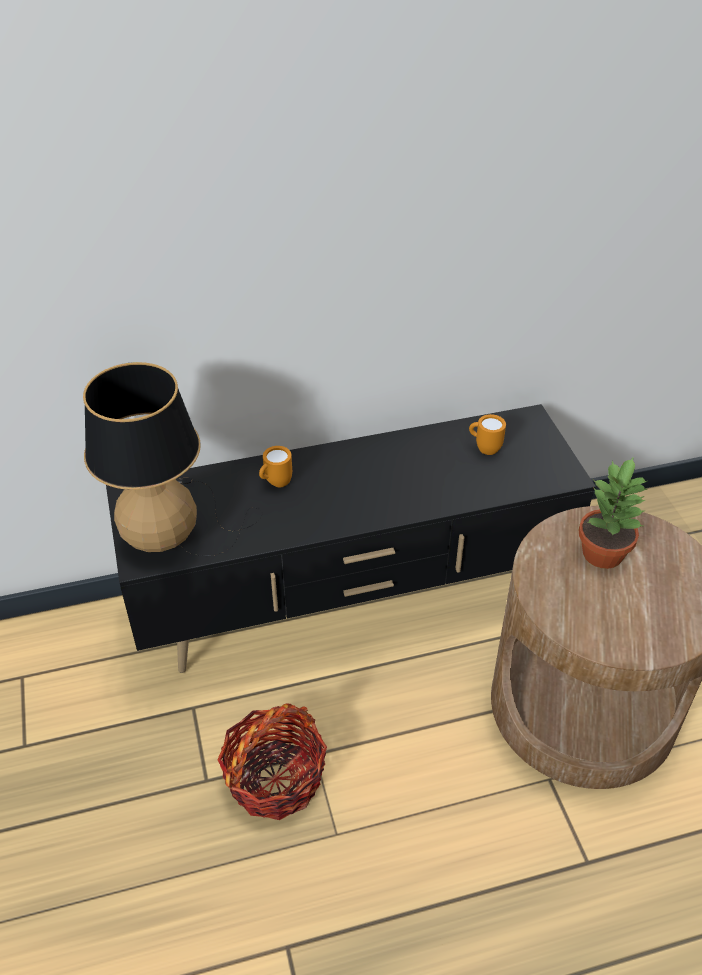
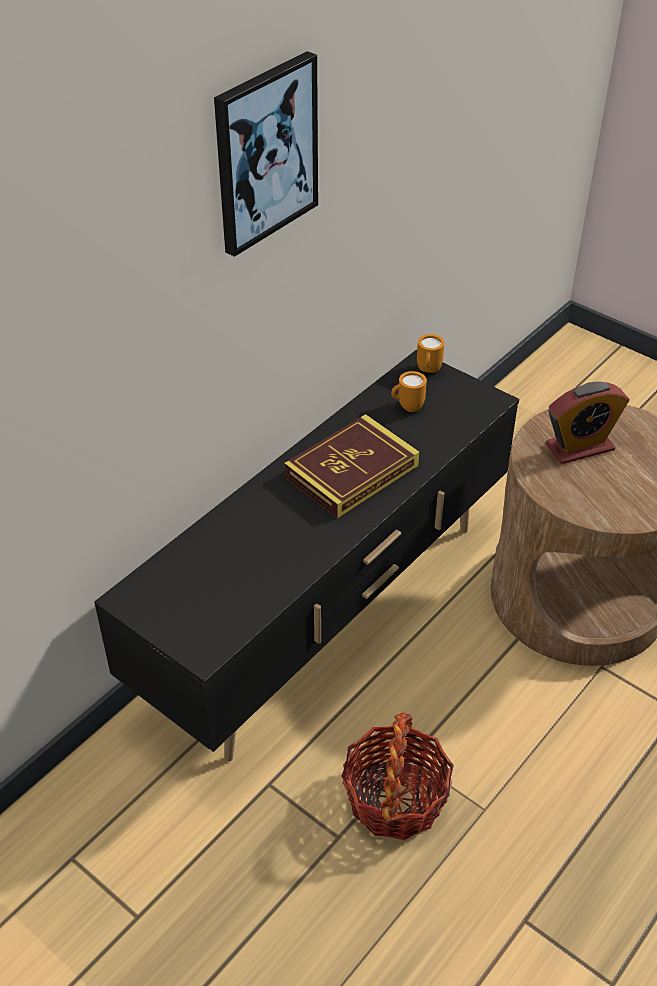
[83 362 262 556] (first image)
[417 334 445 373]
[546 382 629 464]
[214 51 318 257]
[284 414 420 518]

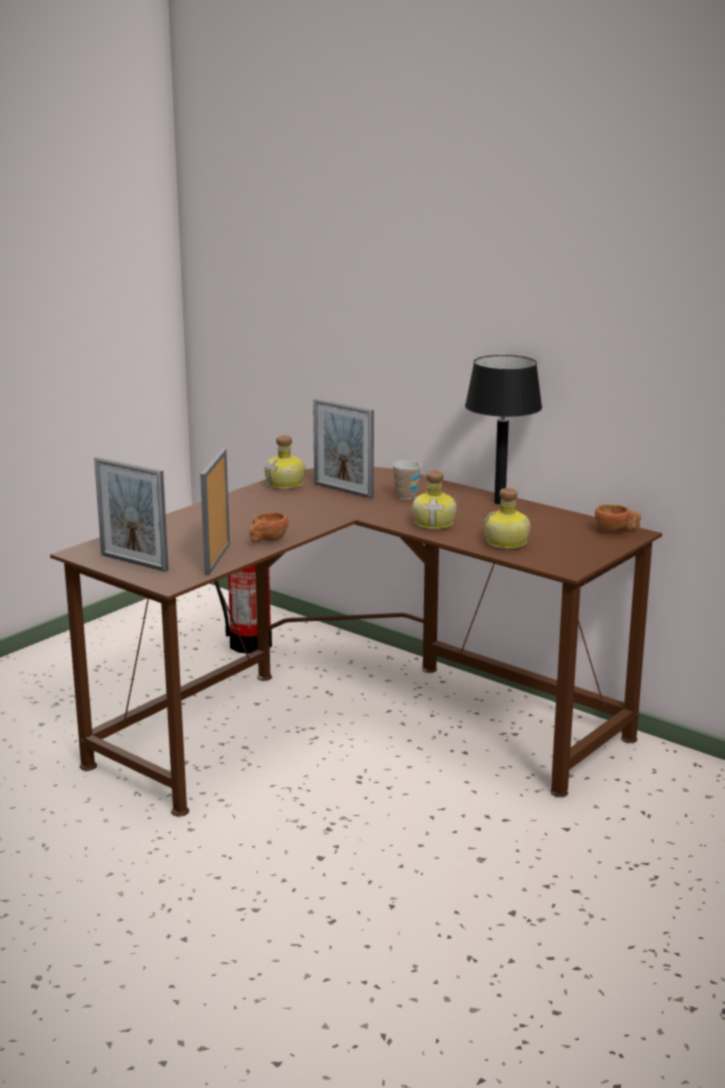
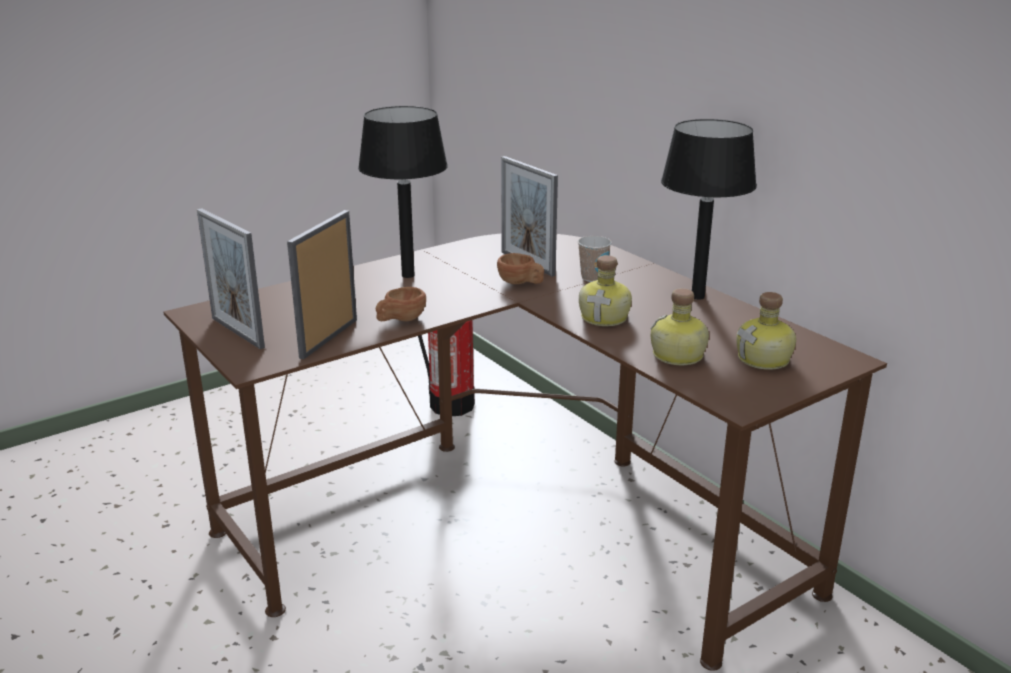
[736 292 796 370]
[497 253 544 284]
[358 106 448 278]

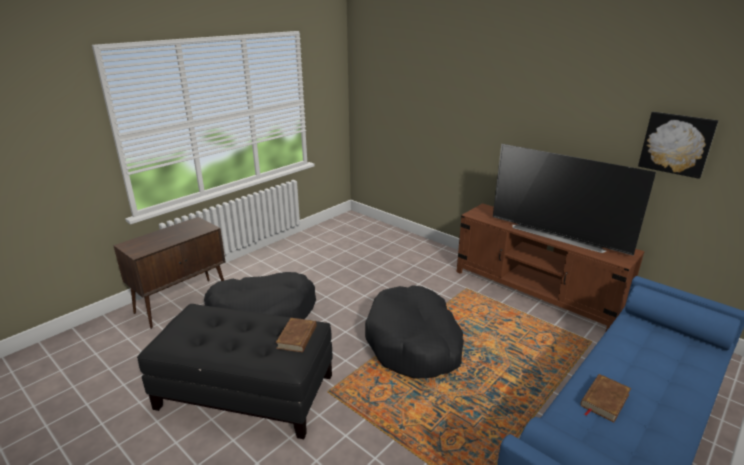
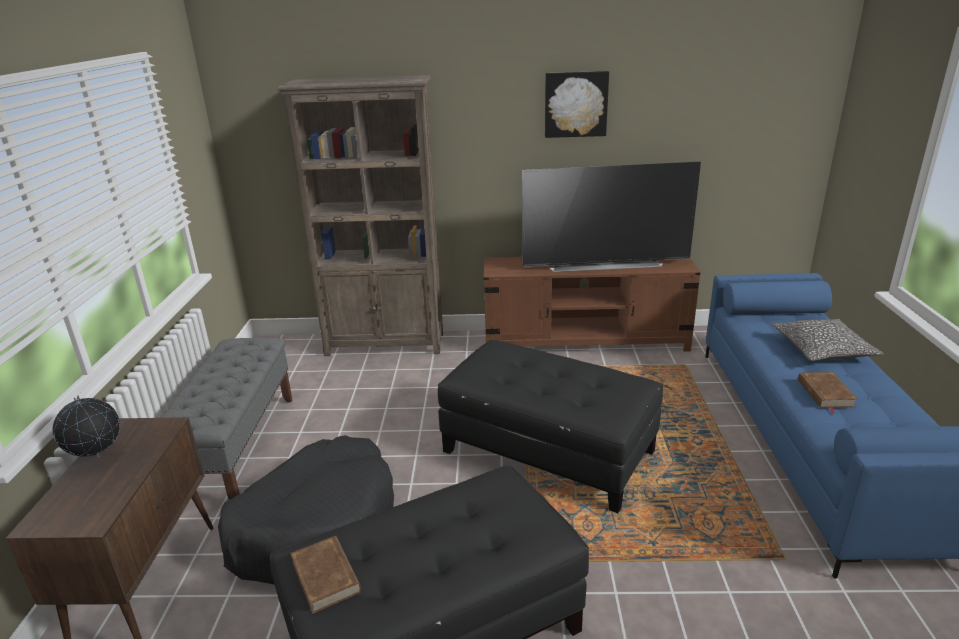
[290 536 361 614]
[438 340 663 513]
[545 71 609 138]
[53 395 120 457]
[160 337 292 500]
[277 75 443 356]
[772 319 884 361]

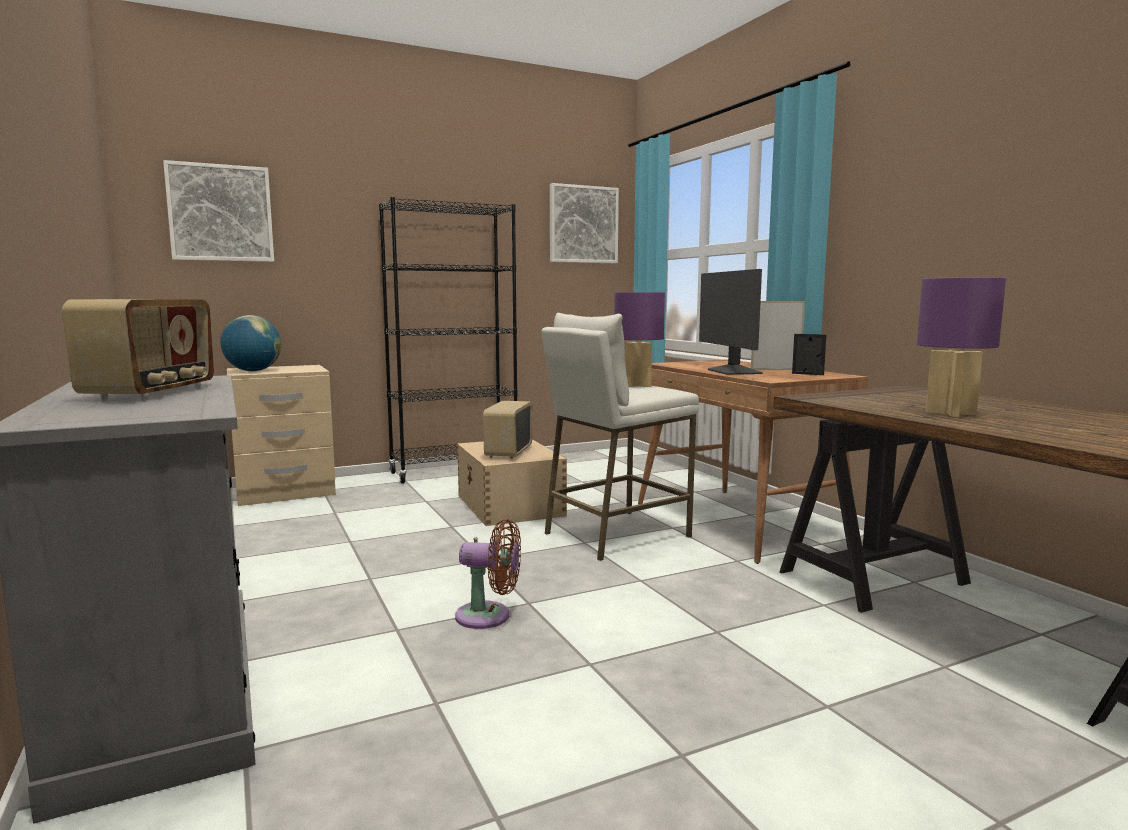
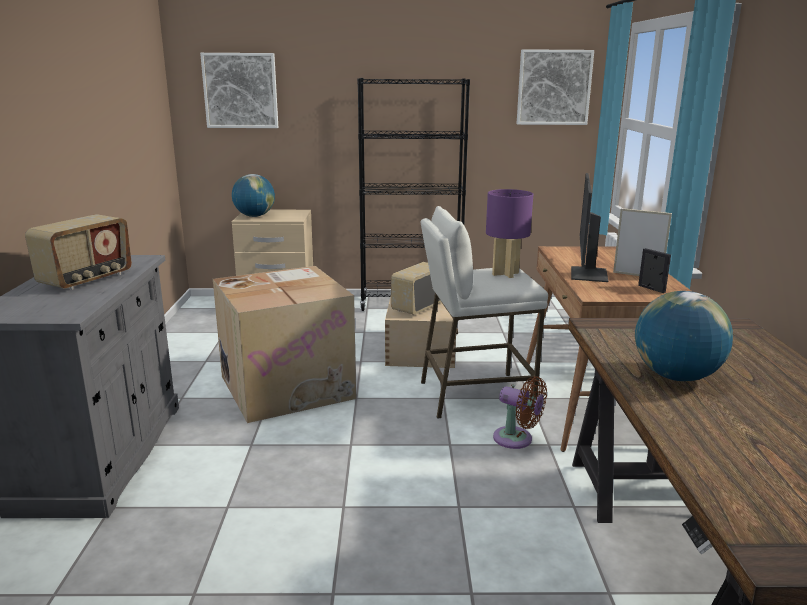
[493 376 547 449]
[635 291 733 381]
[213 266 356 423]

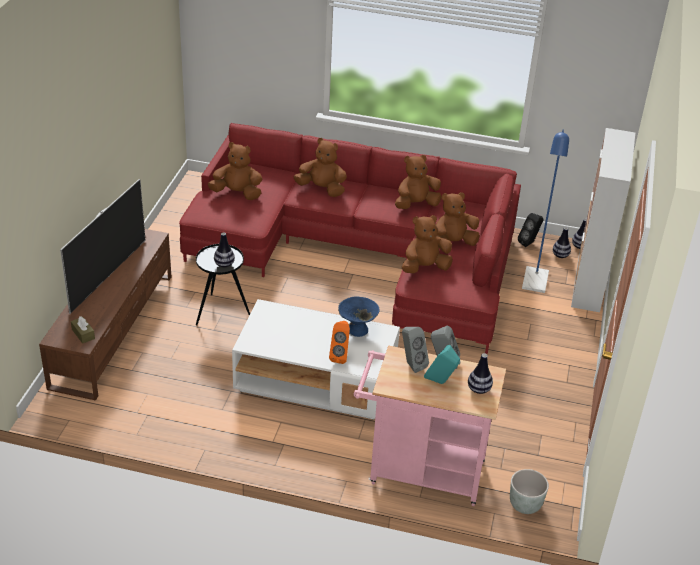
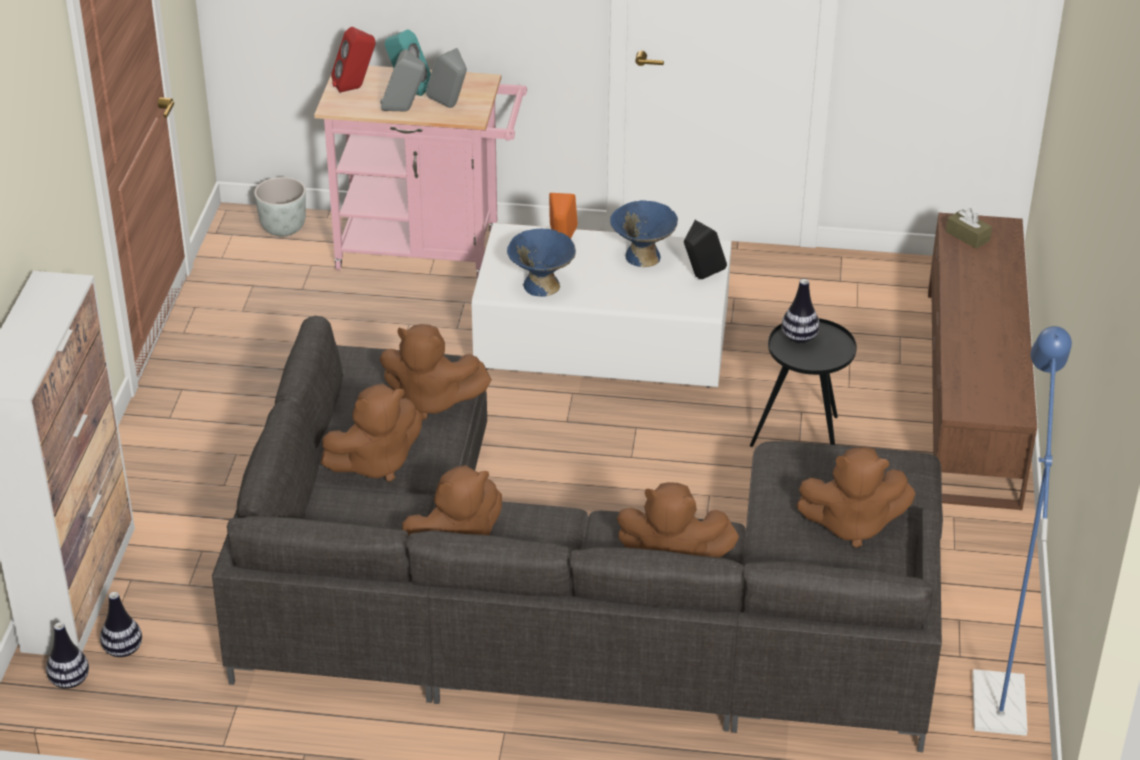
[60 179 145 314] (first image)
[212 315 943 752]
[380 324 491 420]
[331 27 376 93]
[684 220 727 279]
[972 326 1072 736]
[610 200 678 267]

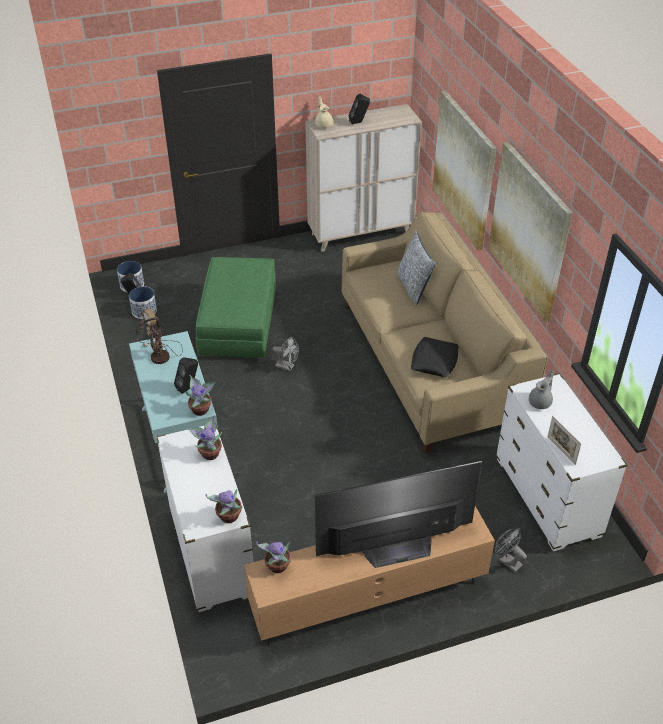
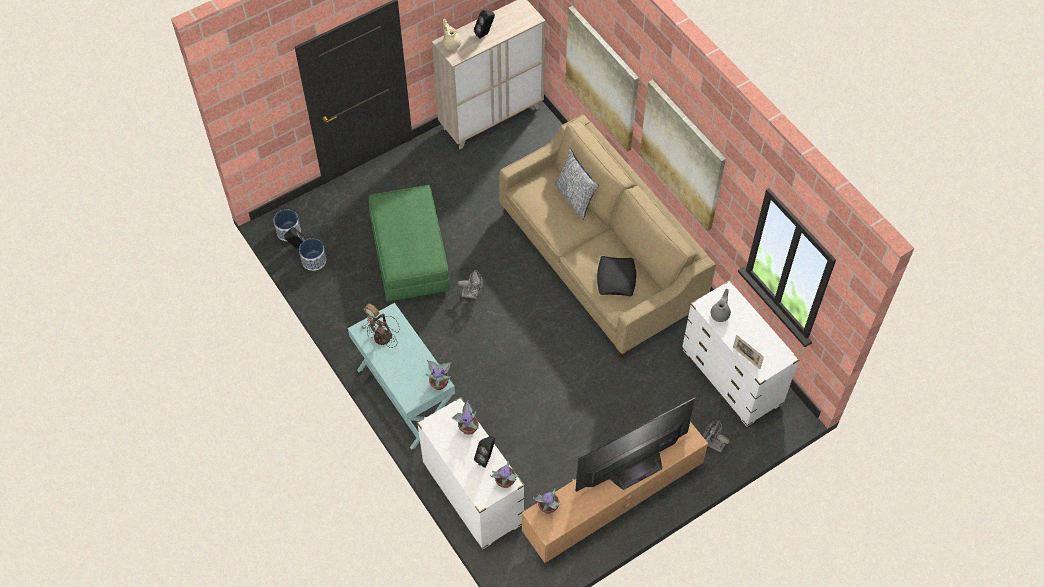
[474 436 495 468]

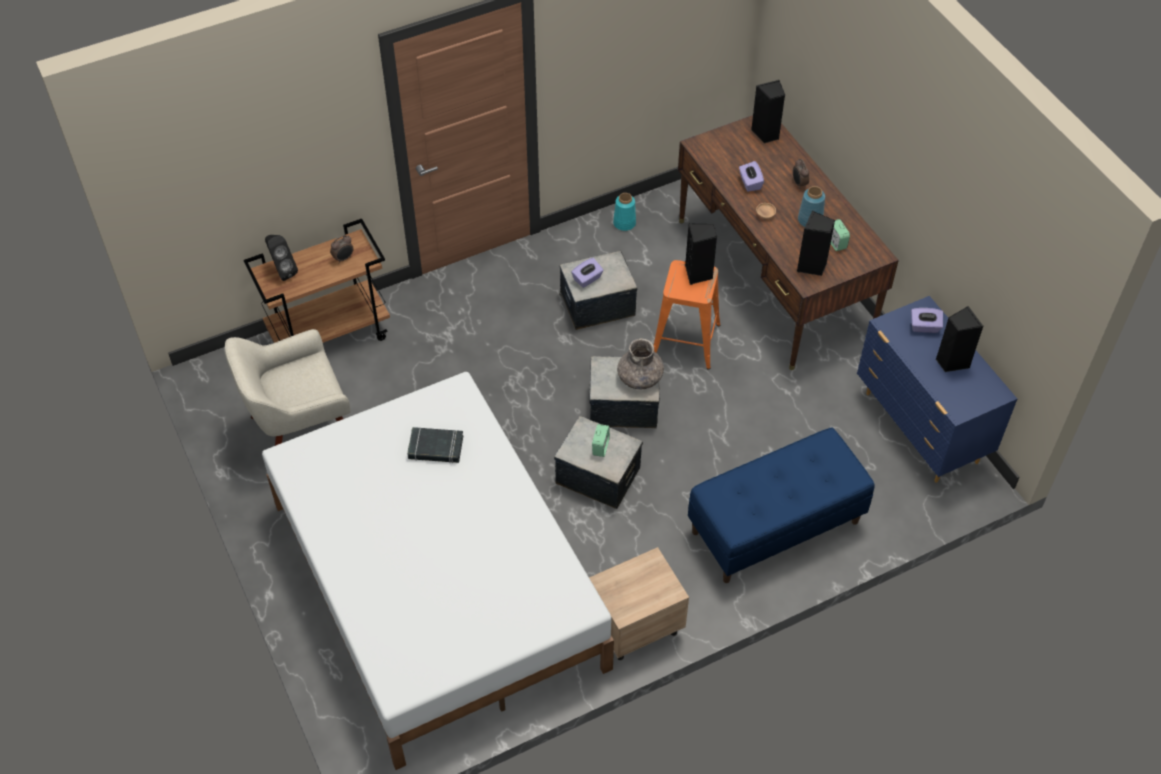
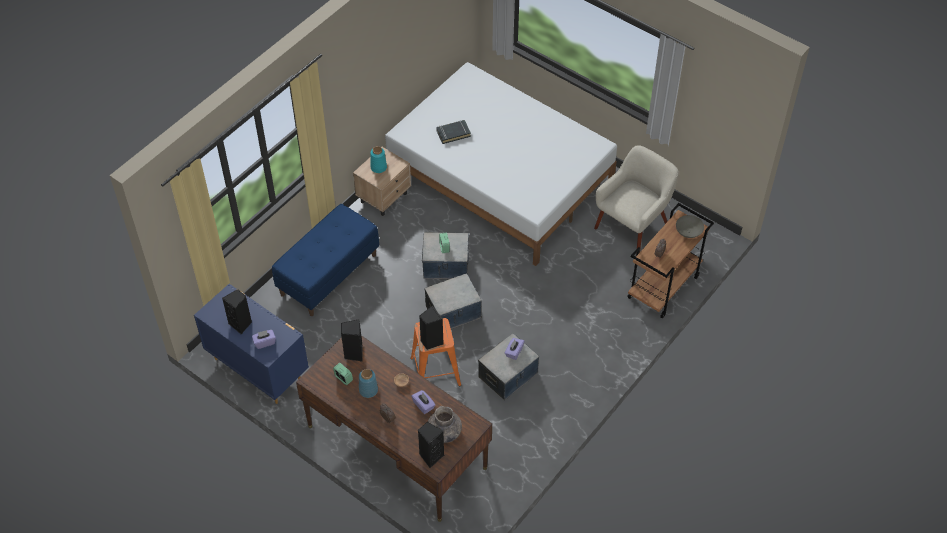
[676 215 704 238]
[436 120 471 144]
[370 146 387 173]
[428 406 462 443]

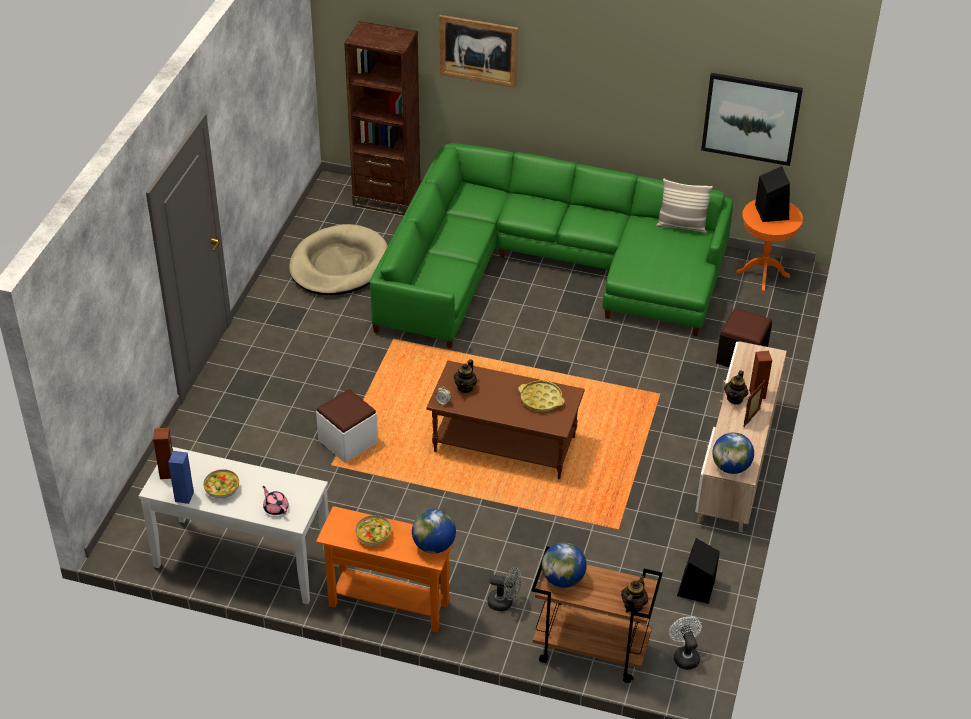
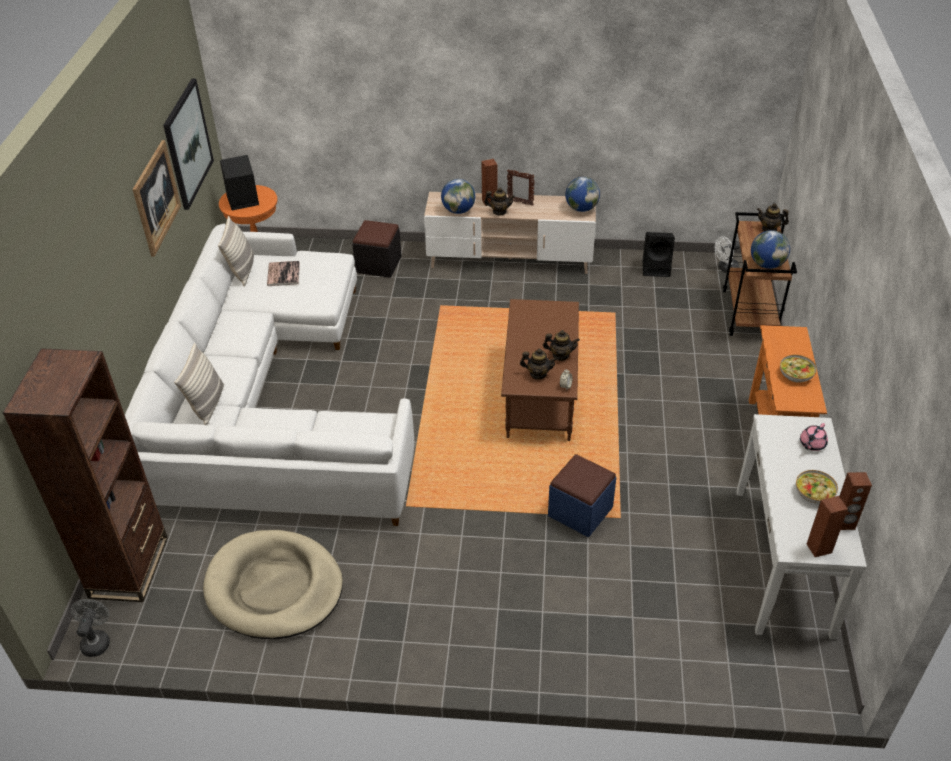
[839 472 872 530]
[548 454 616 537]
[125 224 414 526]
[441 179 475 214]
[132 140 181 257]
[71 599 110 657]
[518 380 565 412] (first image)
[174 343 224 425]
[267 261 300 286]
[543 330 580 361]

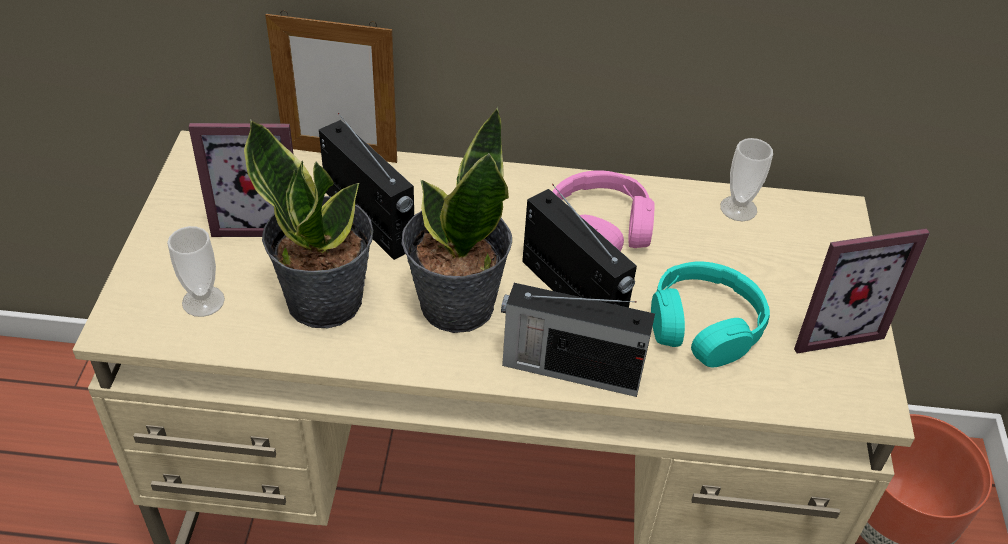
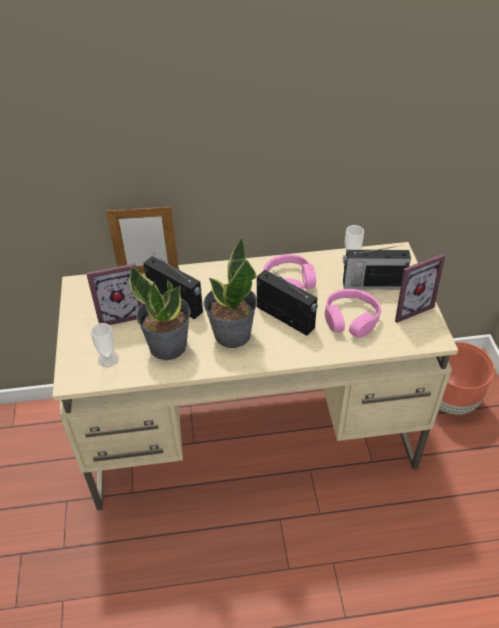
[343 245 411 289]
[325 289 381 338]

